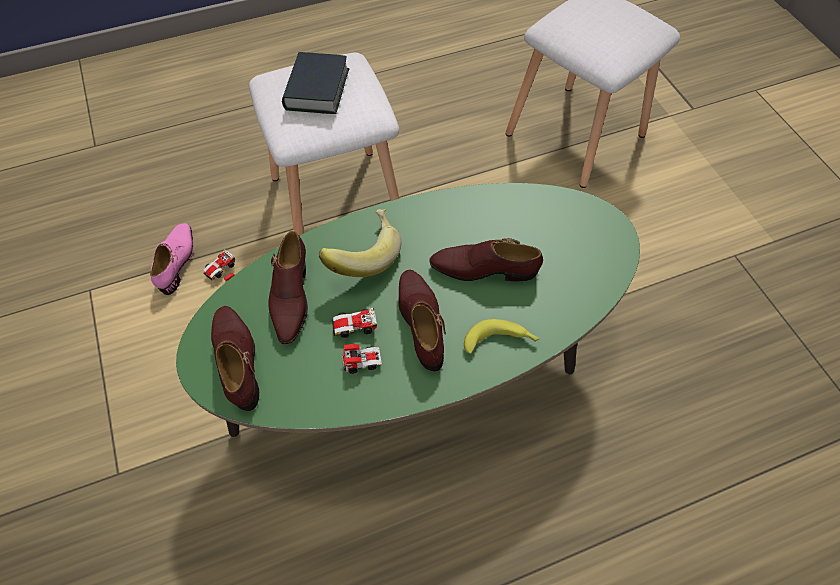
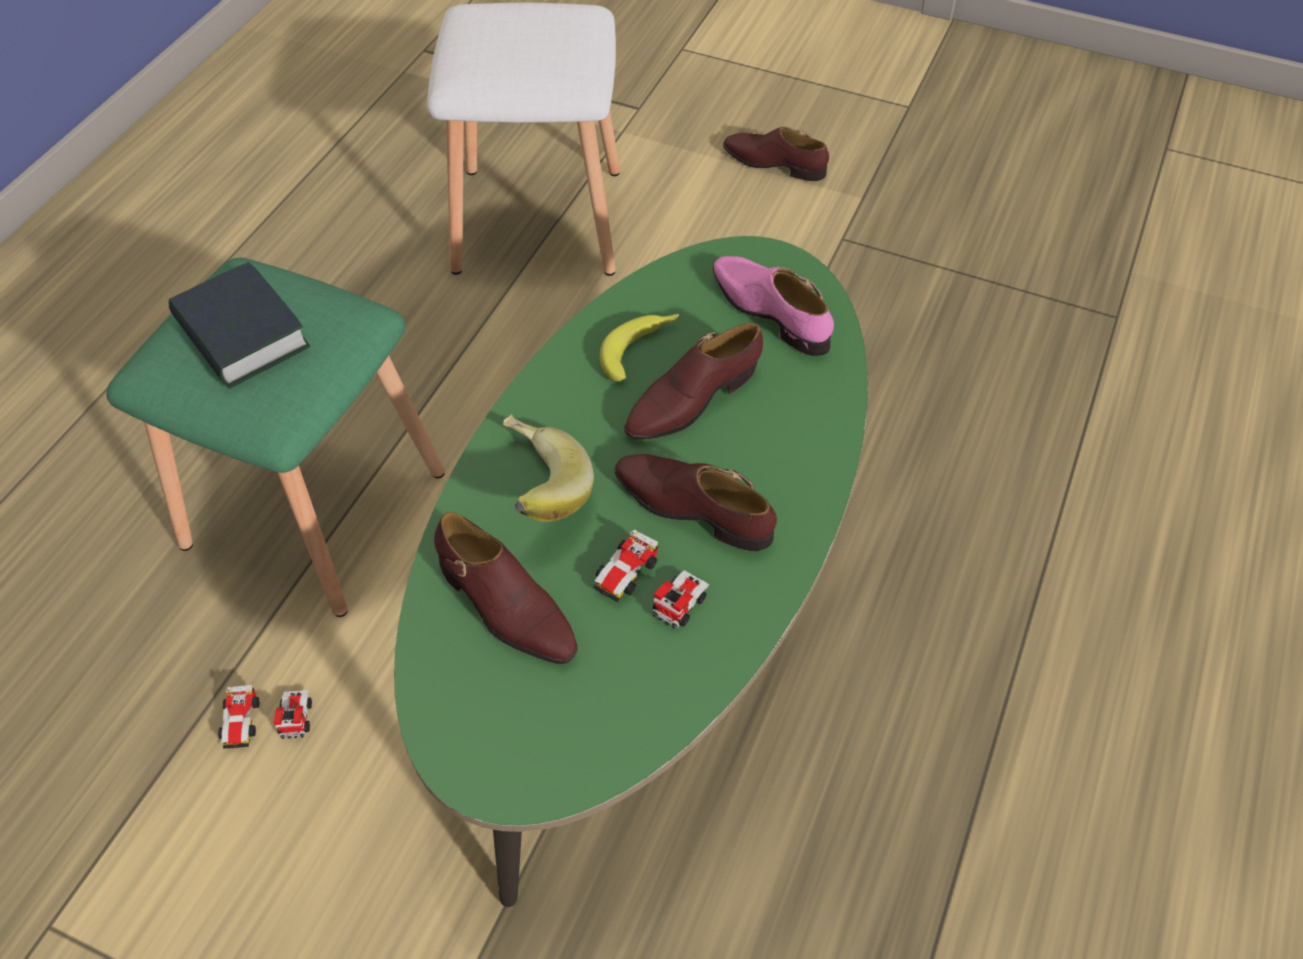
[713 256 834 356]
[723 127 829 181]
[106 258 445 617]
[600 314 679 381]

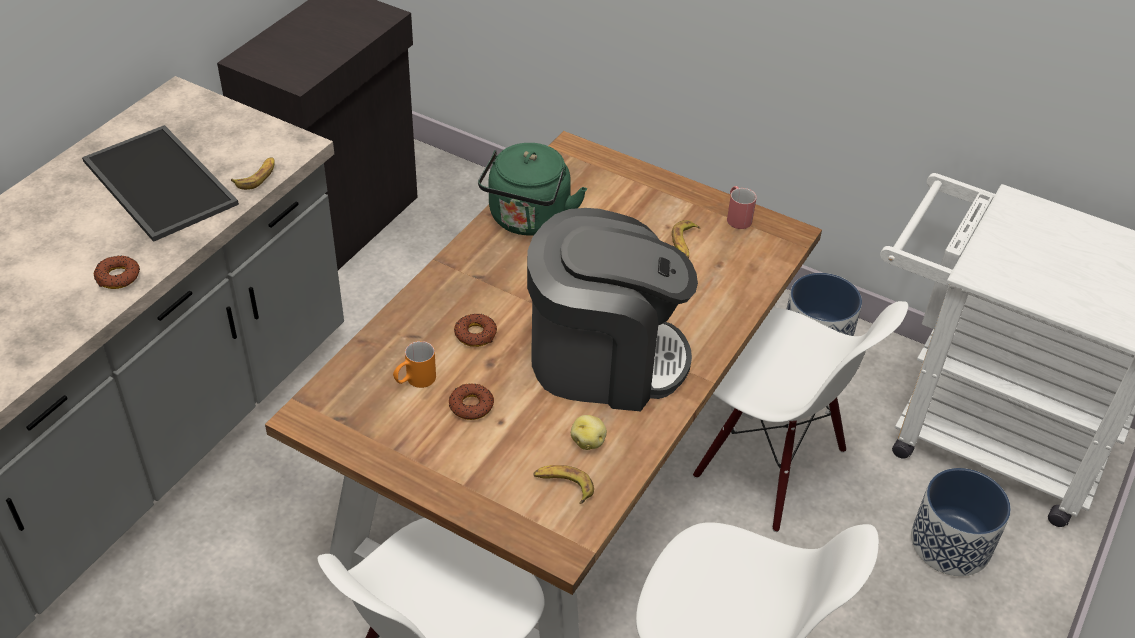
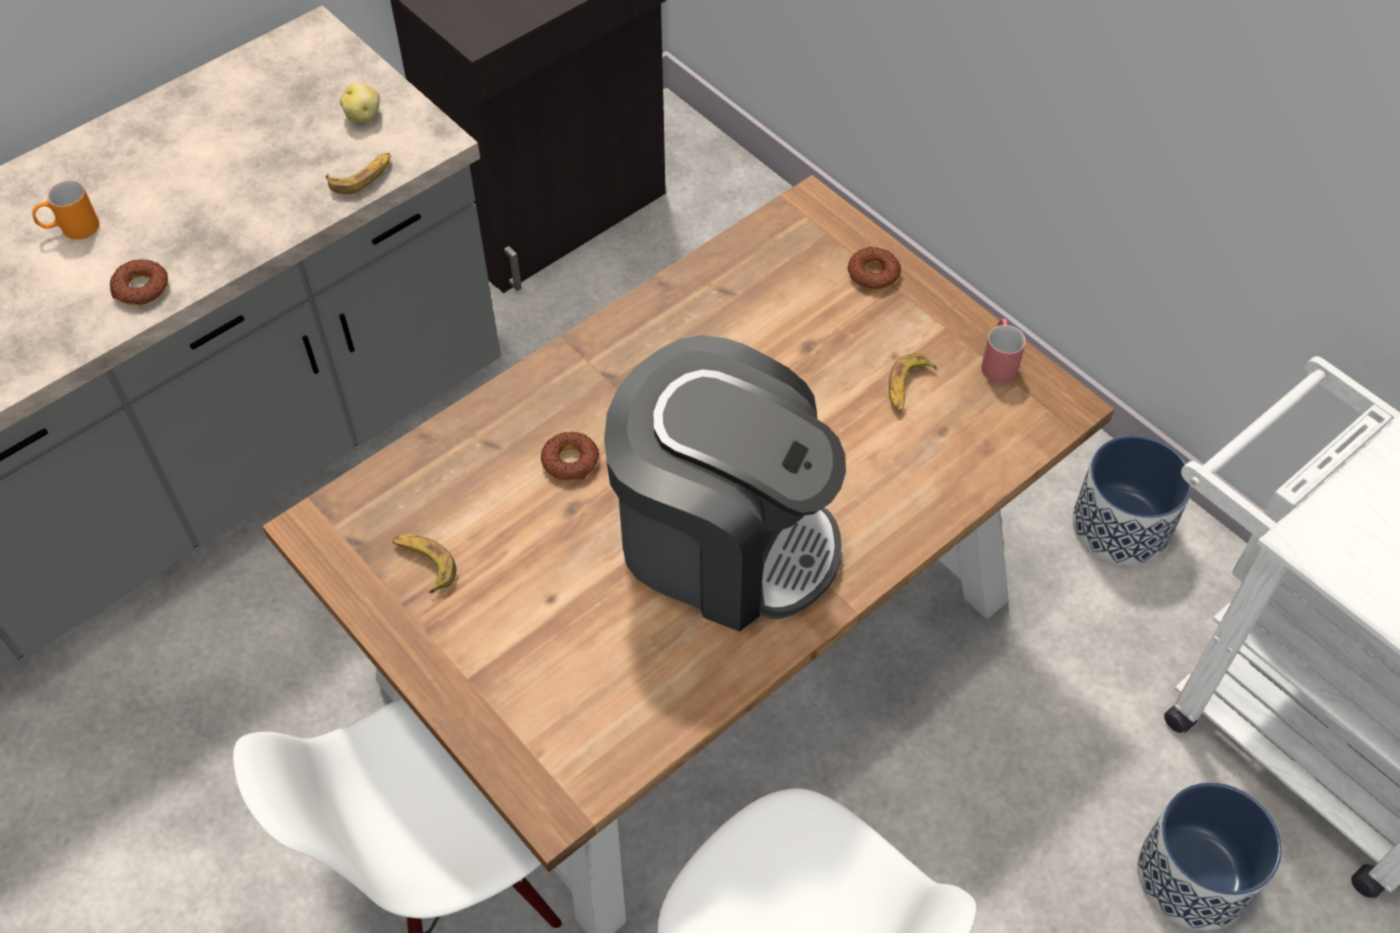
[82 125 239 242] (first image)
[32 180 99 240]
[847 247 901 290]
[478 143 587 236] (first image)
[392 534 456 593]
[340 83 380 123]
[693 301 908 532] (first image)

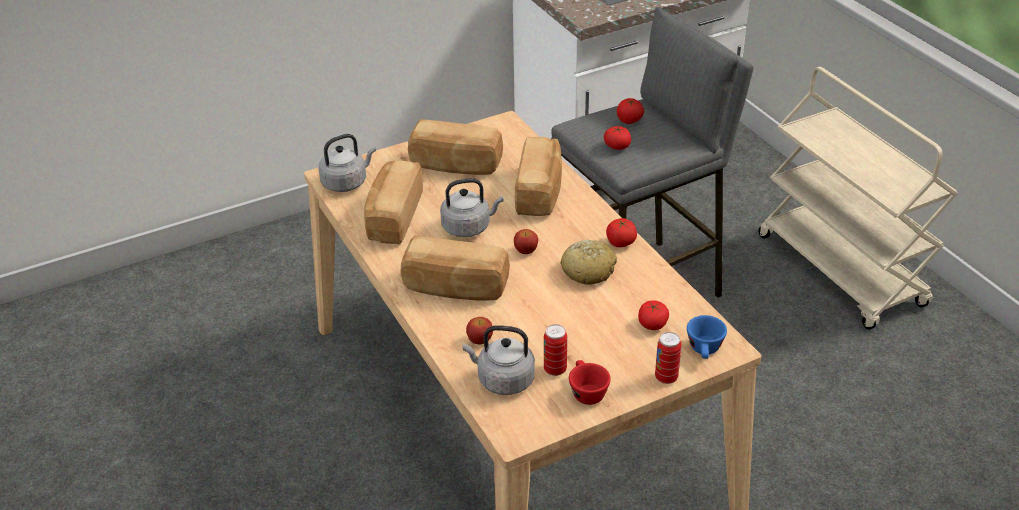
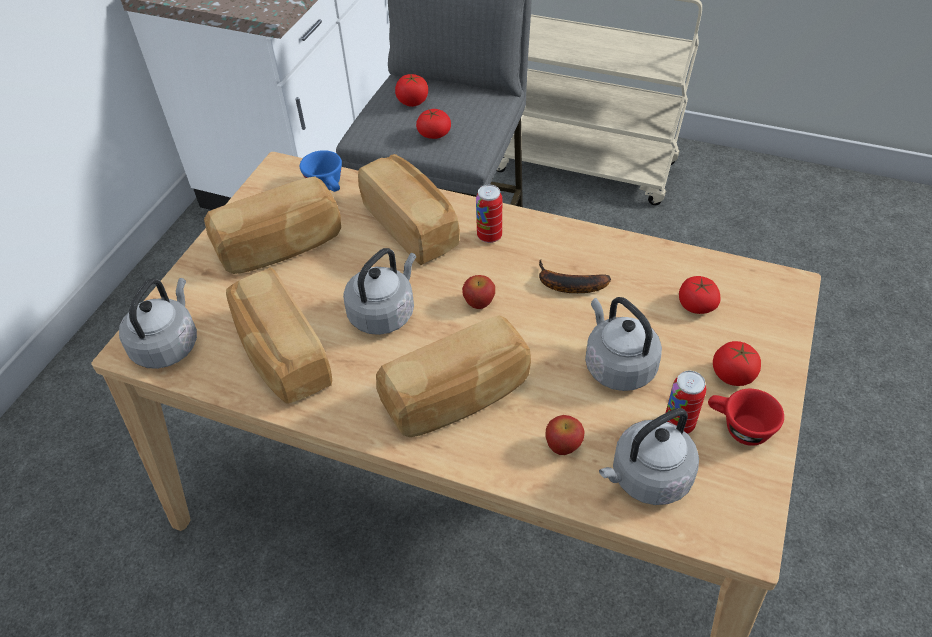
[539 259 611 293]
[713 341 761 386]
[476 185 502 243]
[300 150 342 192]
[585 297 662 391]

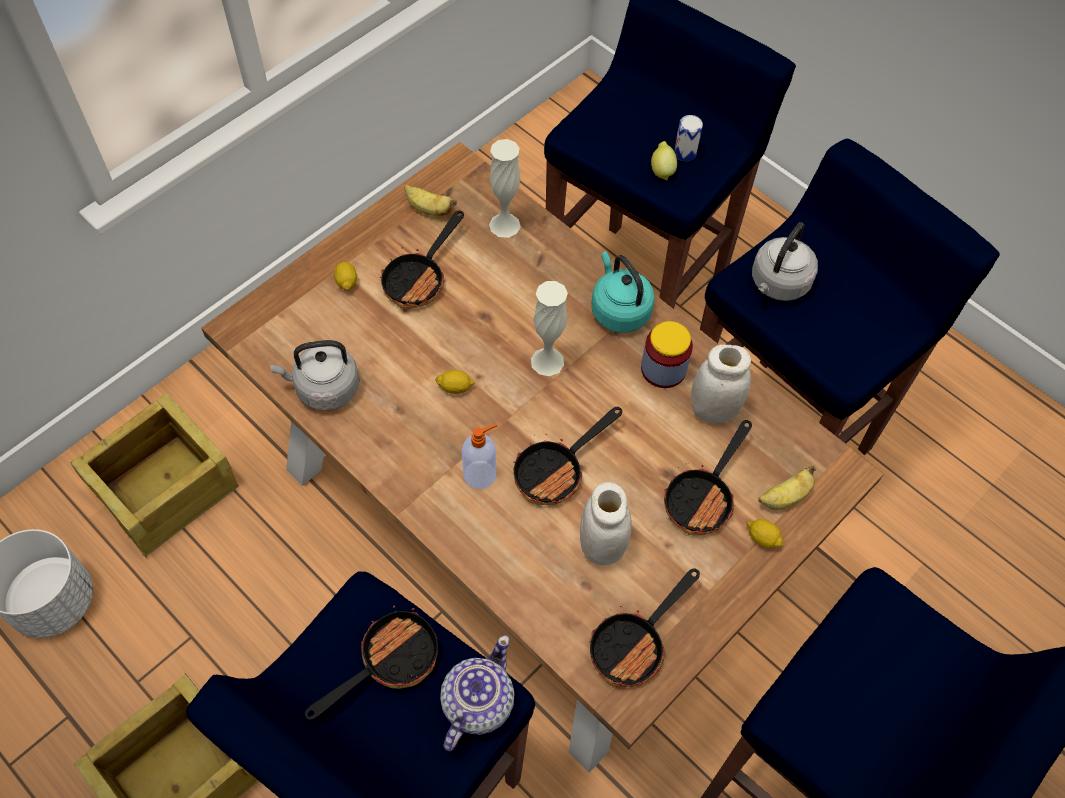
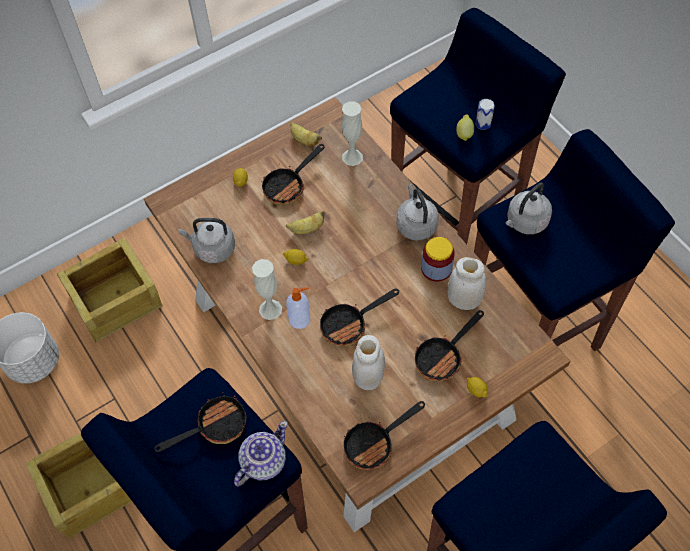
[252 259 282 320]
[396 184 439 241]
[286 211 326 234]

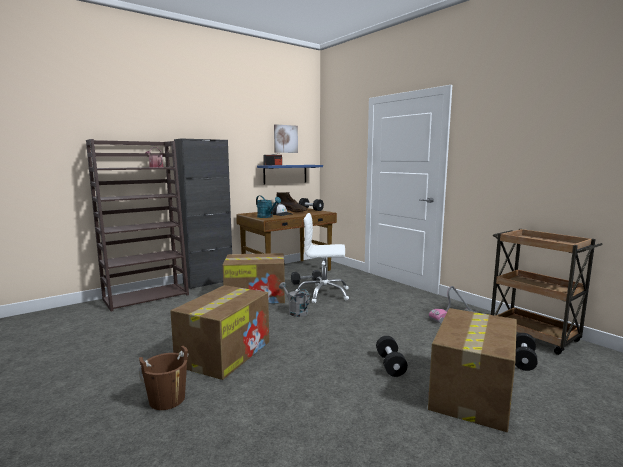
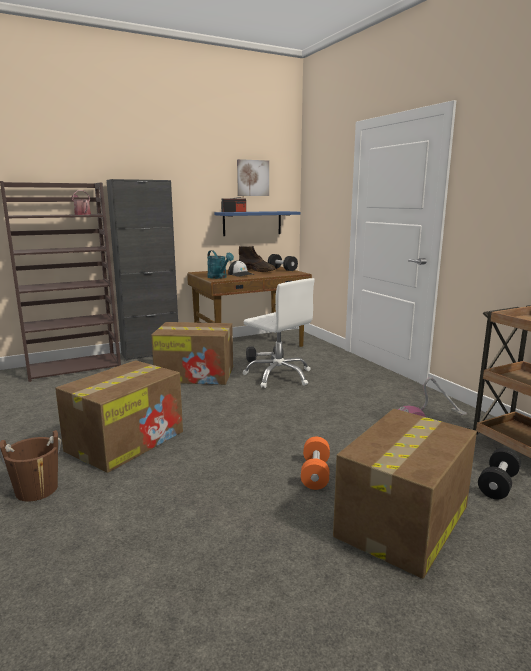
[279 282 310 317] (first image)
[243 278 315 388]
[301 437 330 490]

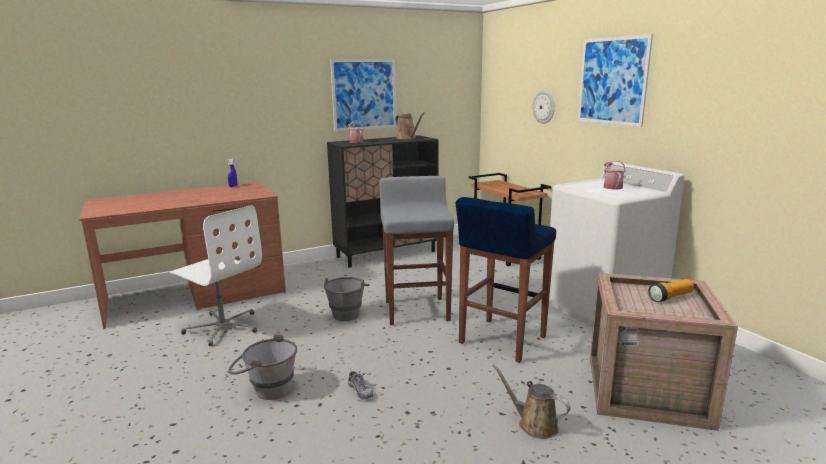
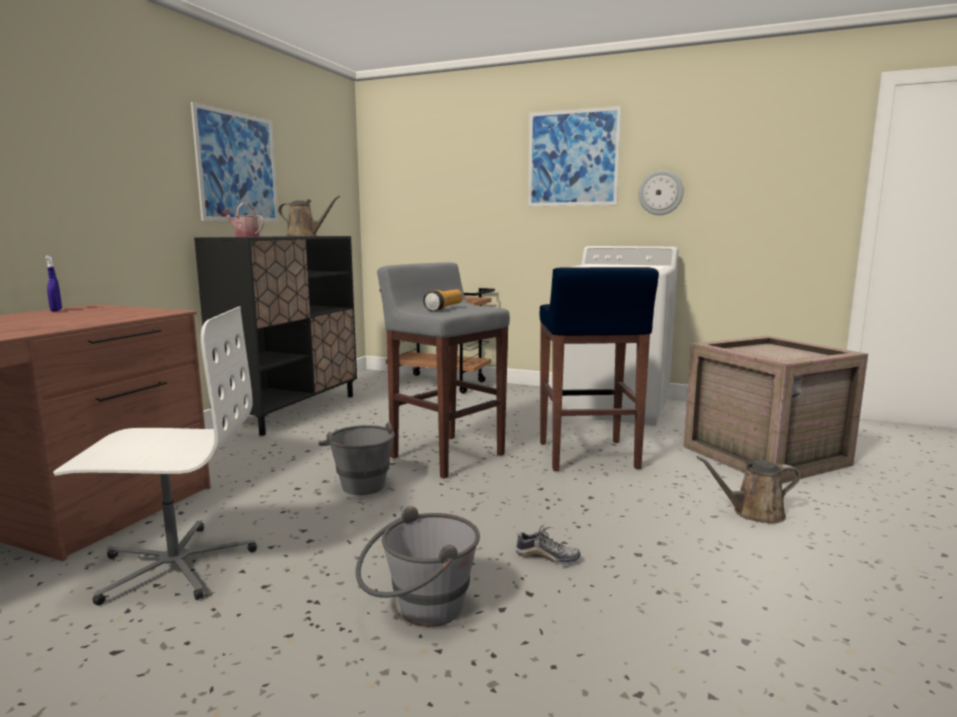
[639 170 684 215]
[604 160 626 190] (first image)
[423 289 462 312]

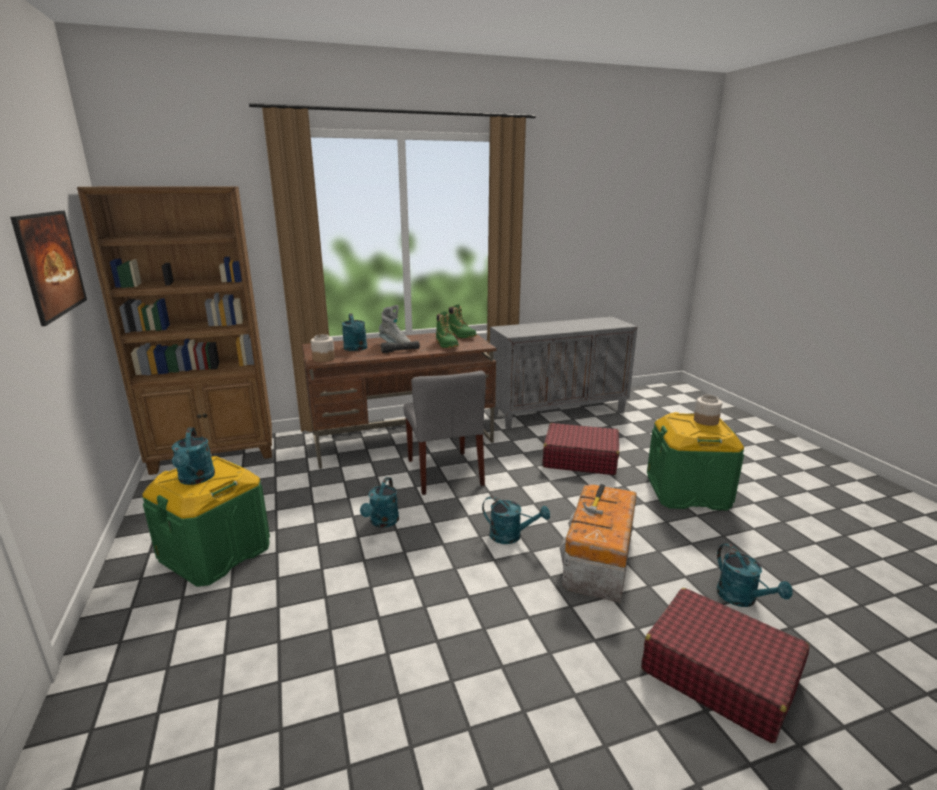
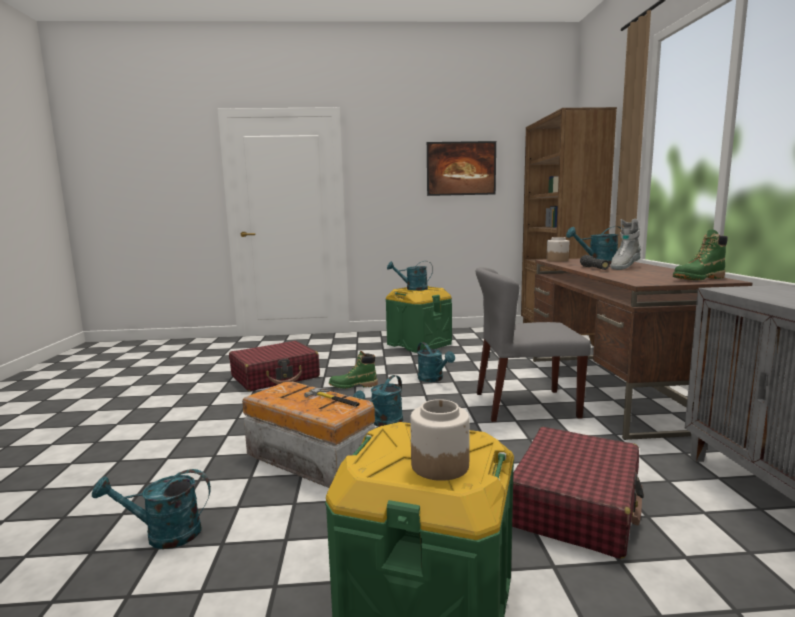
[417 342 455 382]
[329 351 378 389]
[229 341 320 391]

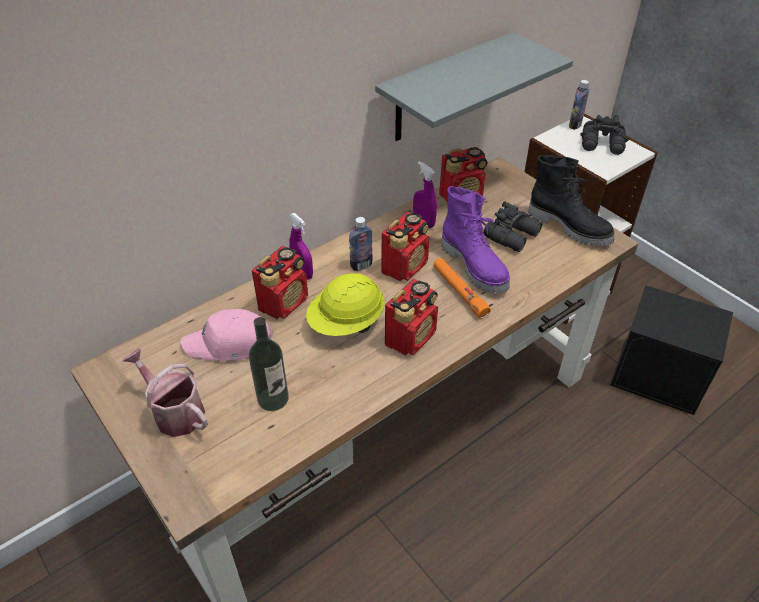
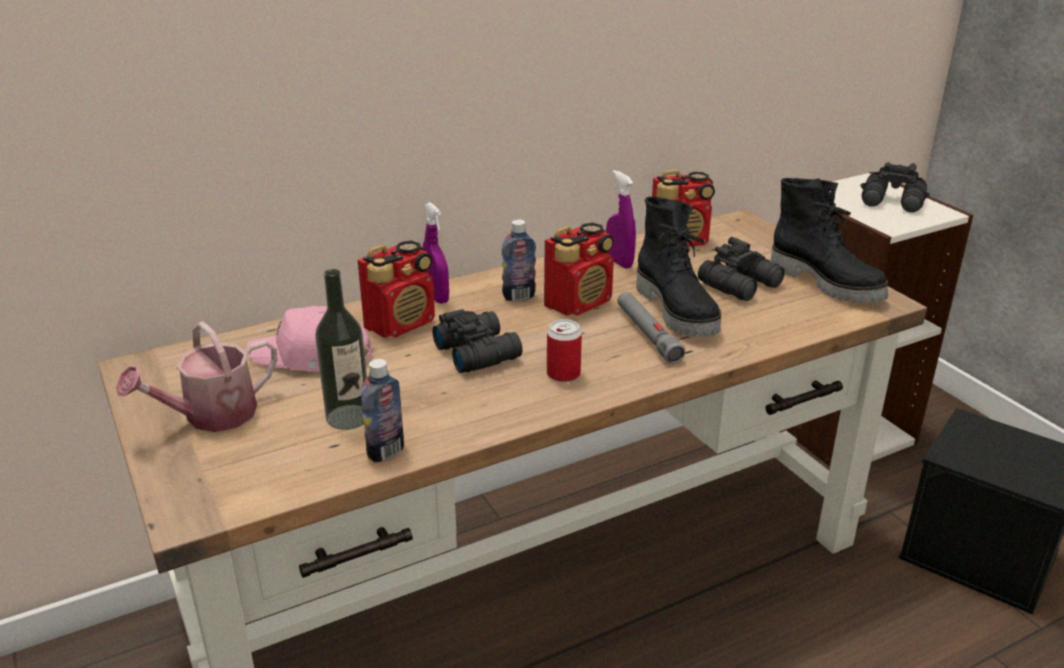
[116 321 278 432]
[432 309 523 373]
[375 32 573 141] (first image)
[547 319 582 382]
[617 292 685 364]
[636 196 721 337]
[361 359 404 462]

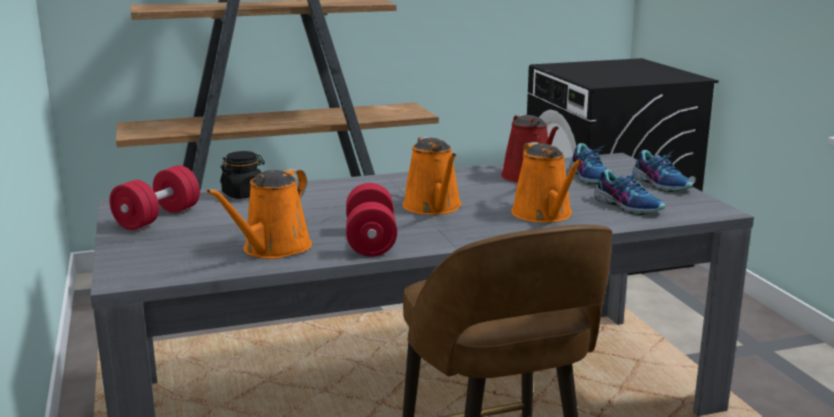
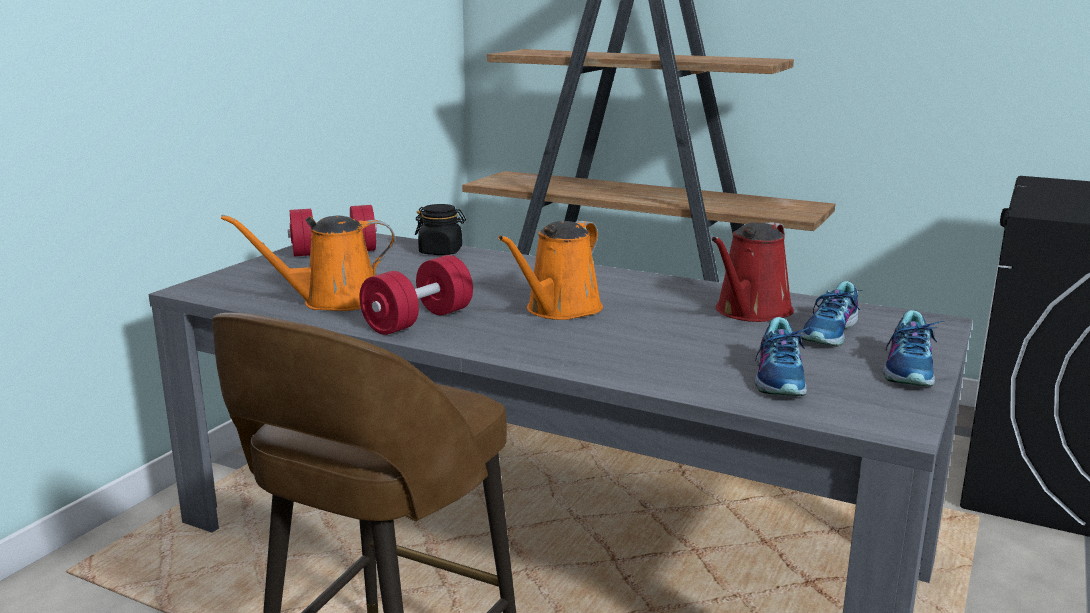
[511 142 583 223] (first image)

